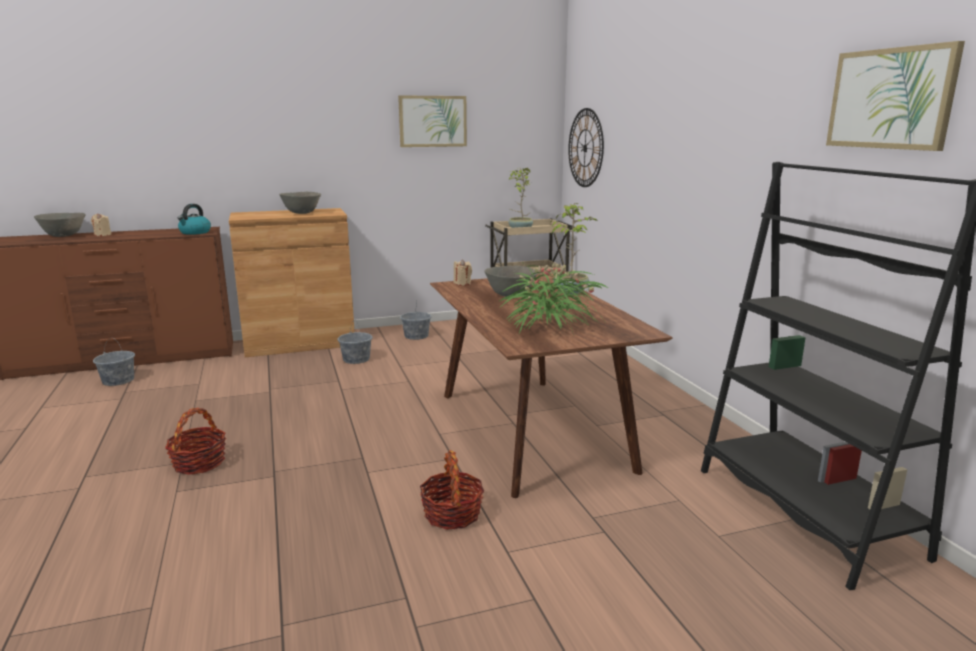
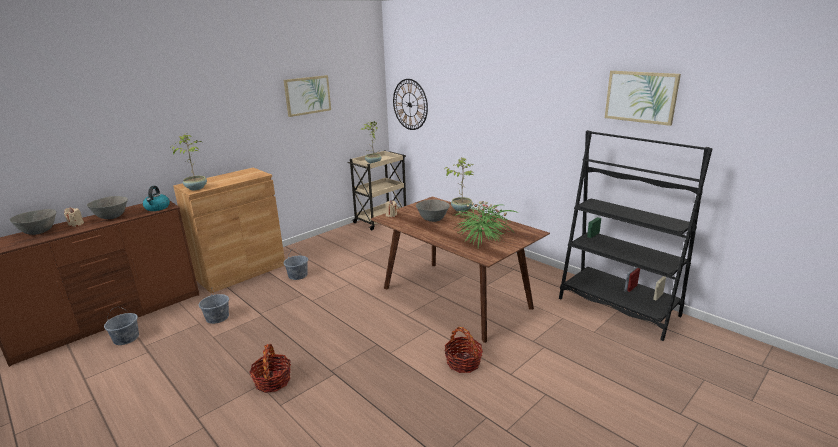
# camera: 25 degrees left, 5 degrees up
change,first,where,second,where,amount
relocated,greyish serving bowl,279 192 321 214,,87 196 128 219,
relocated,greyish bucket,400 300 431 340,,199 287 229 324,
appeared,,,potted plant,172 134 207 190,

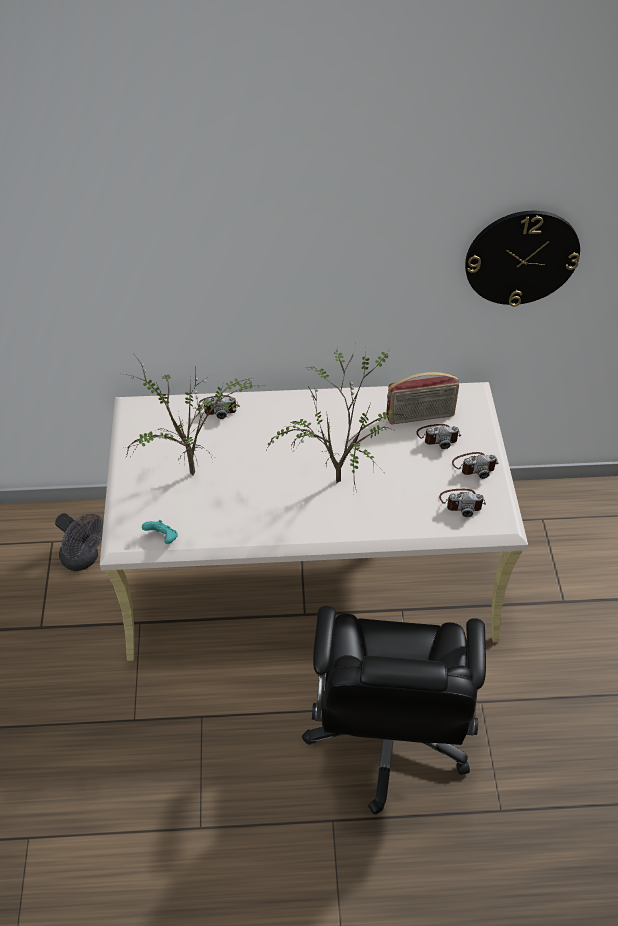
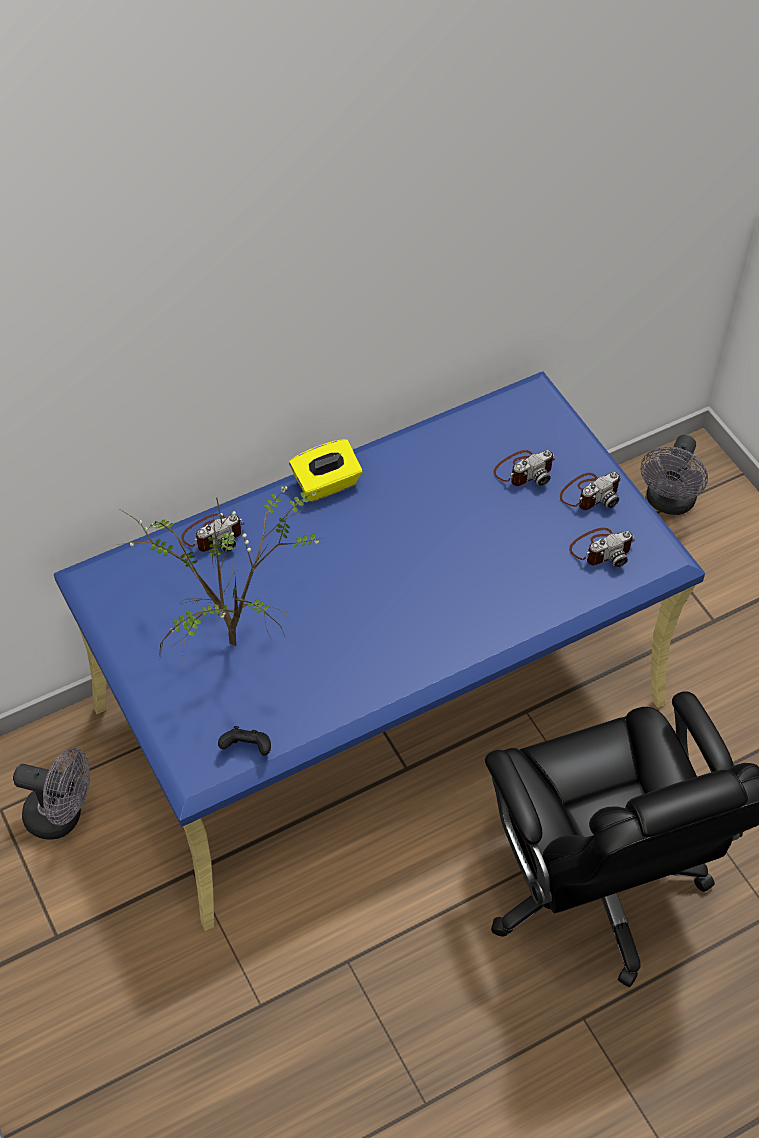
# camera: 25 degrees left, 5 degrees up
change,first,where,second,where,amount
colour,beige desk,100 382 528 661,blue-coloured desk,54 371 705 931,
colour,turquoise-coloured game controller,142 520 178 544,blackish game controller,218 726 271 756,
missing,potted plant,268 344 409 493,,,
missing,radio set,386 372 459 424,,,
missing,hanging clock,465 211 580 307,,,
appeared,,,yellow-coloured tissue holder,289 439 362 502,
appeared,,,greyish fan,641 435 708 515,

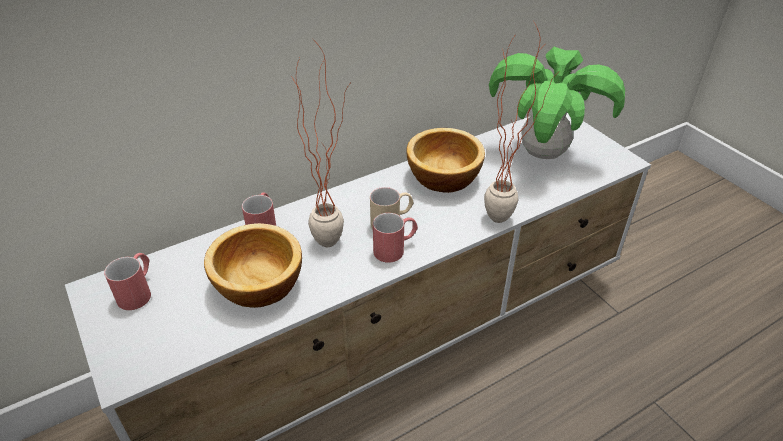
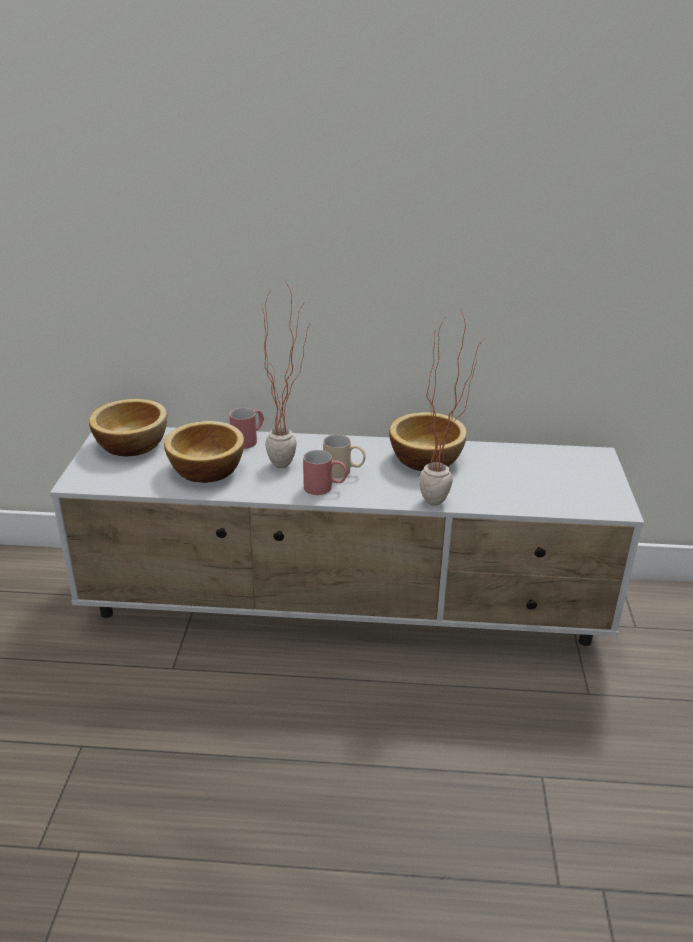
# camera: 35 degrees right, 10 degrees down
change,first,where,second,where,amount
exchanged,red-coloured tea mug,104 253 151 310,serving bowl,89 399 167 456,
missing,potted plant,489 47 625 159,,,

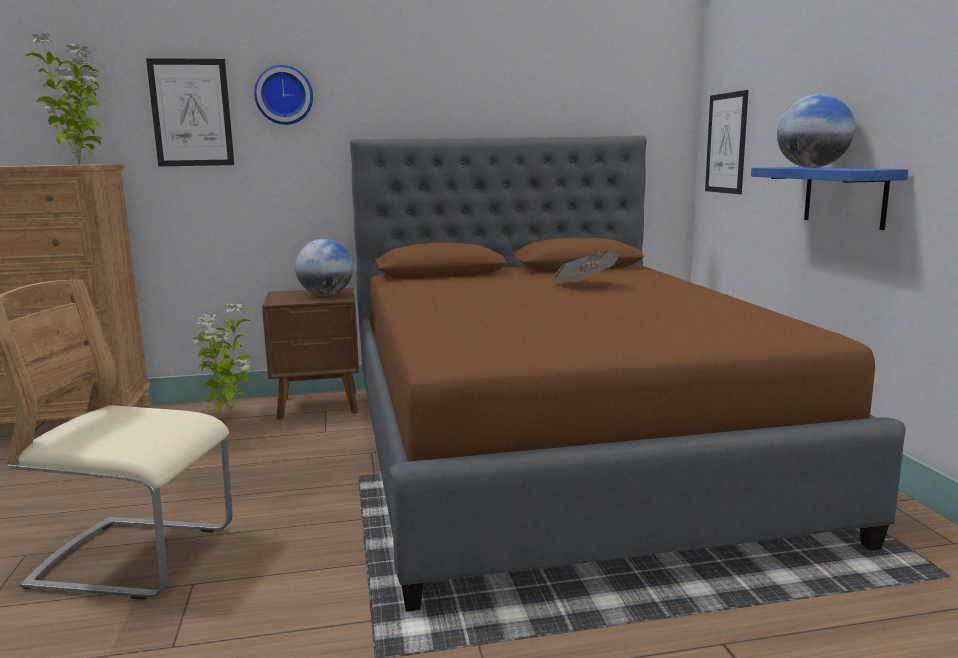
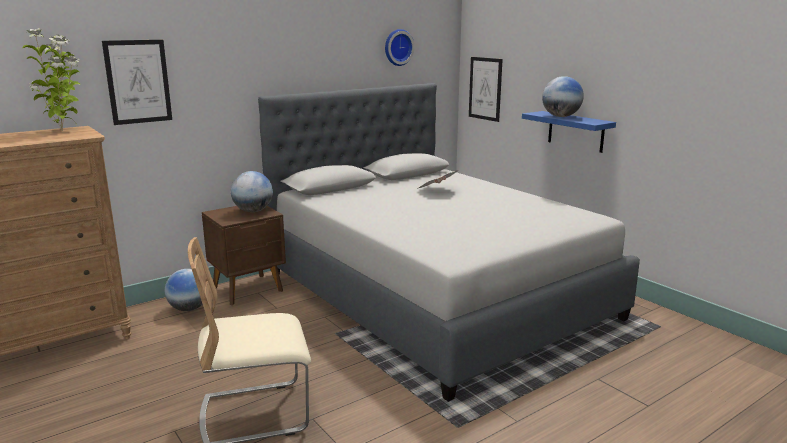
# camera: 25 degrees left, 5 degrees up
change,first,where,second,where,amount
exchanged,potted plant,193 303 251 417,world globe,165 269 203 311,
relocated,hanging clock,254 65 313 125,,385 29 415 66,
colour,brown bed,350 135 906 611,greyish bed,258 83 640 402,

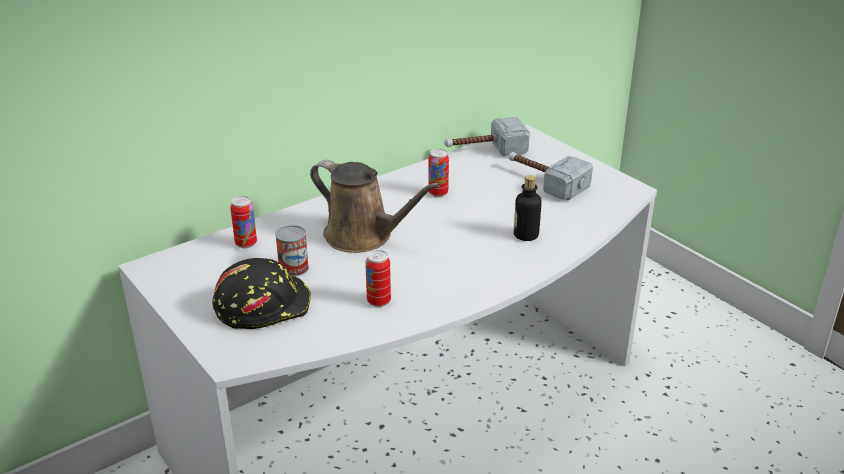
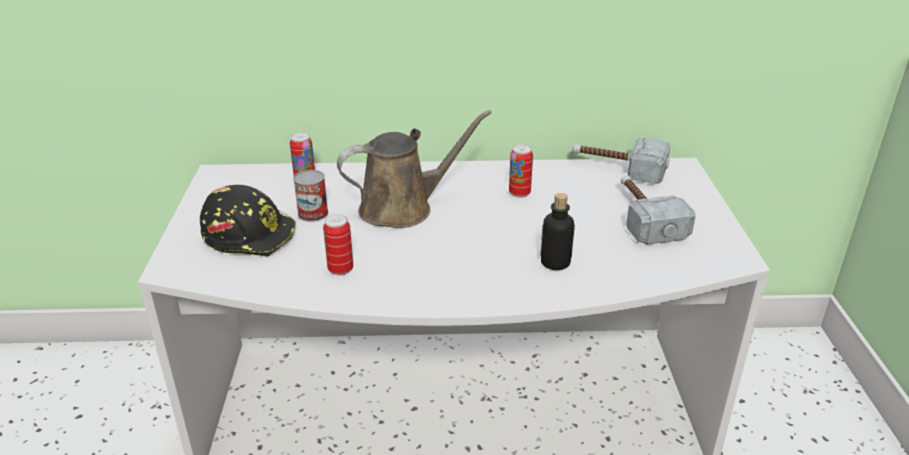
# camera: 35 degrees right, 0 degrees up
change,first,where,second,where,amount
spun,brown sprinkling can,310 160 440 253,,337 110 491 228,90 degrees counterclockwise

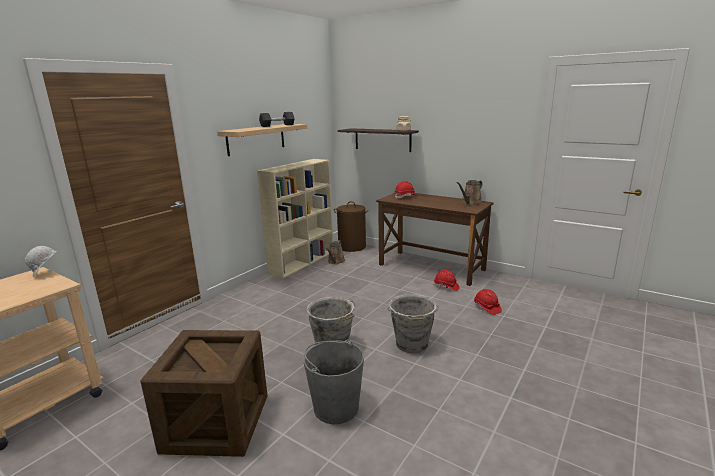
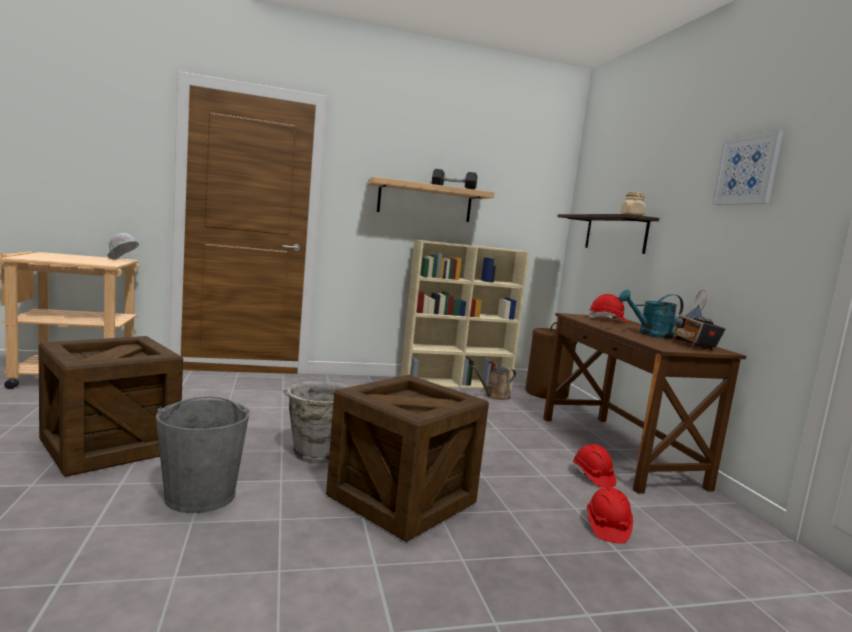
# camera: 40 degrees right, 10 degrees down
change,first,where,second,where,amount
exchanged,greyish bucket,388 294 439 353,crate,326 375 489 542,
exchanged,brown sprinkling can,456 180 483 205,radio set,673 290 726 350,
appeared,,,turquoise-coloured sprinkling can,618 290 683 339,
appeared,,,wall art,712 130 783 205,

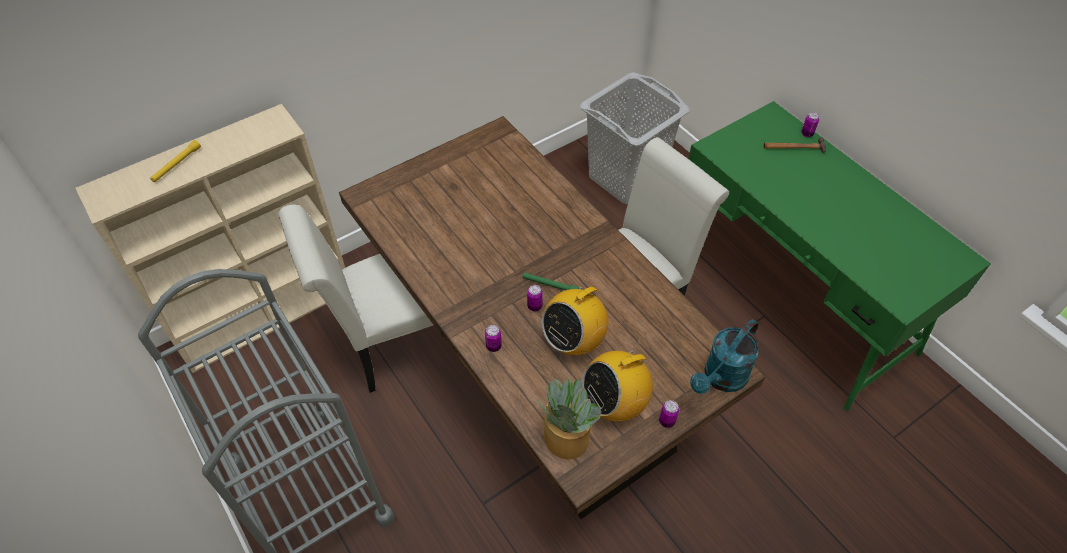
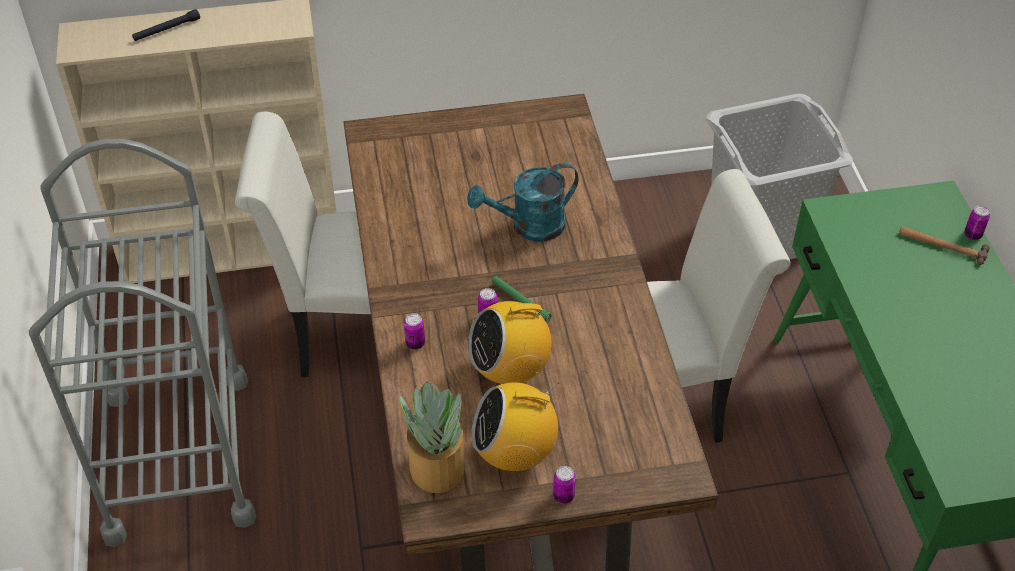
# camera: 25 degrees right, 5 degrees down
change,first,where,second,where,amount
colour,yellow-coloured torch,150 140 201 182,blackish torch,132 9 200 41,
relocated,turquoise-coloured sprinkling can,690 319 759 394,,467 163 578 241,

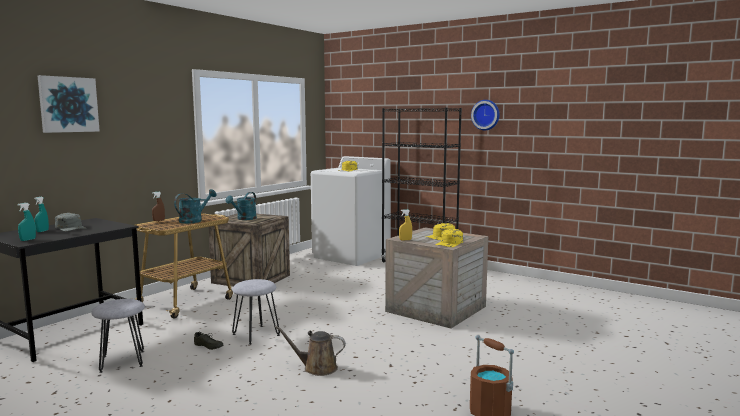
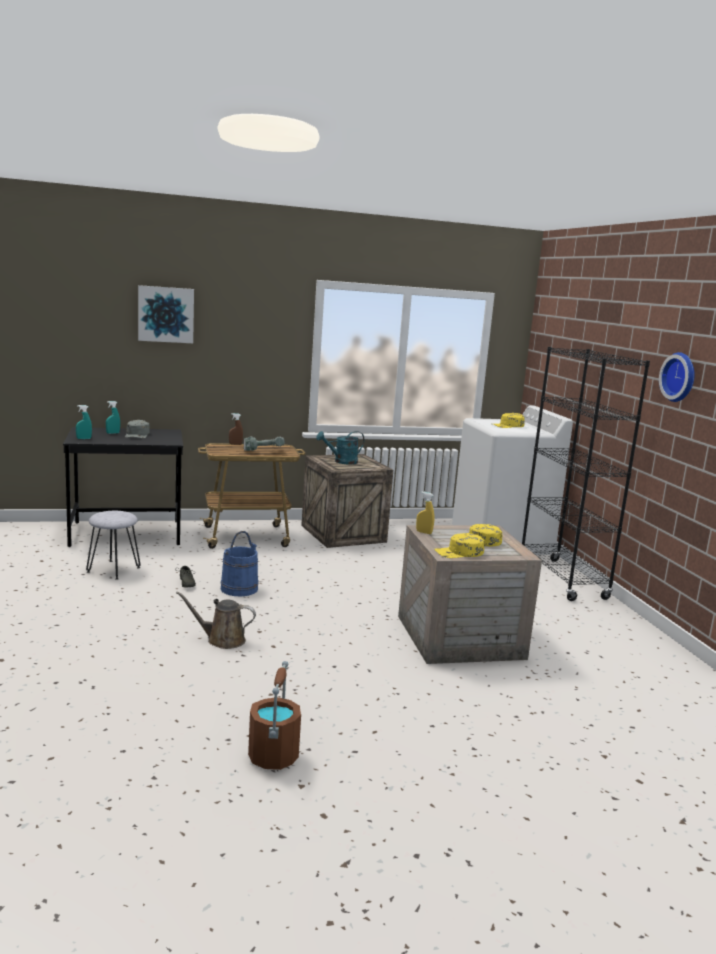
# camera: 40 degrees right, 5 degrees up
change,first,where,second,where,amount
exchanged,turquoise-coloured sprinkling can,174 189 217 224,electric drill,244 436 285 451,
exchanged,greyish sitting stool,232 279 280 345,blue-coloured bucket,221 531 259 596,
spun,brown sprinkling can,275 326 346 376,,176 591 256 649,45 degrees counterclockwise

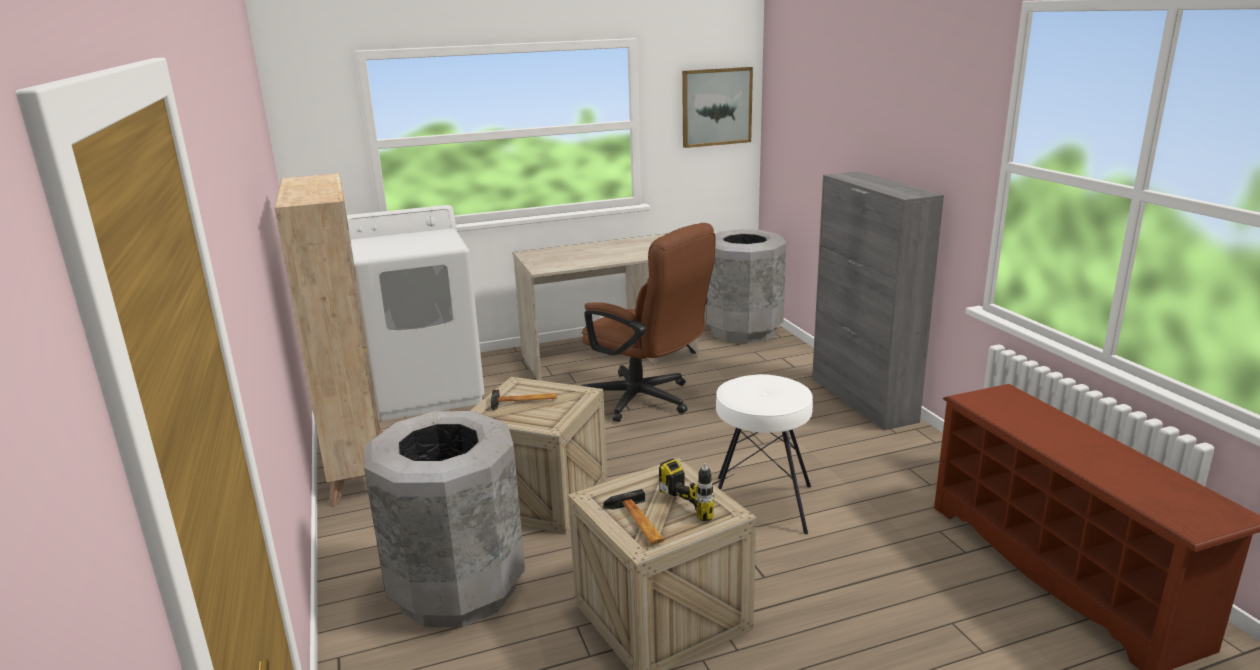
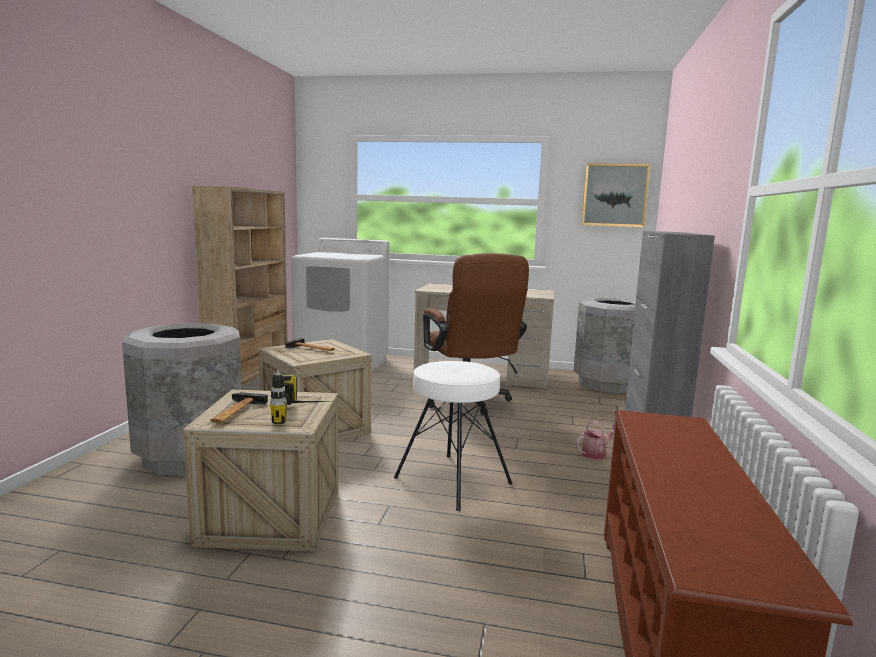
# camera: 30 degrees right, 10 degrees down
change,first,where,second,where,amount
appeared,,,sprinkling can,576 421 615 459,

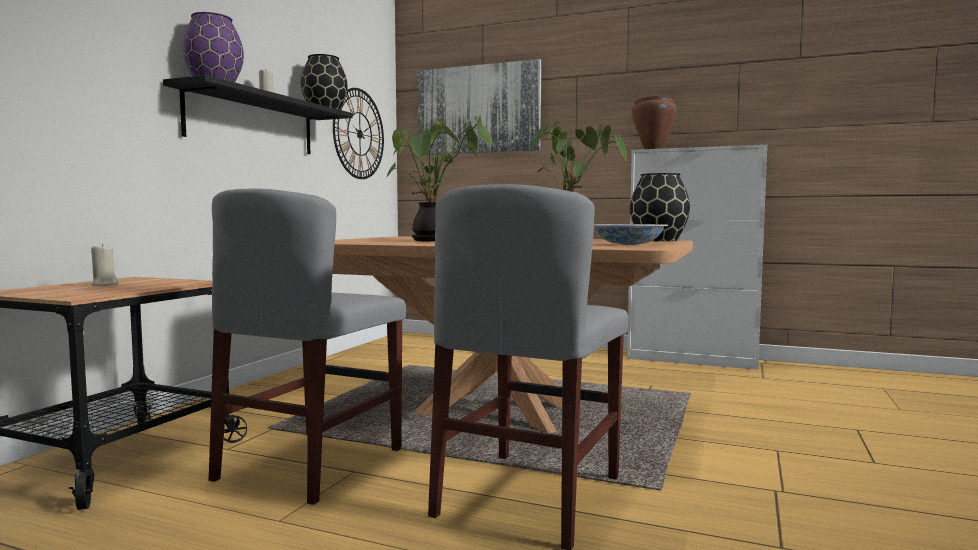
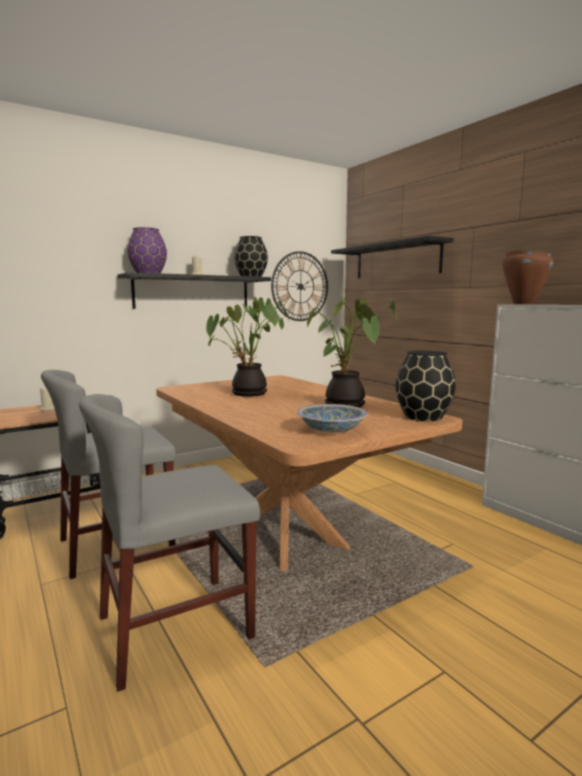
# camera: 35 degrees right, 5 degrees up
change,first,where,second,where,amount
exchanged,wall art,418 59 541 155,blackish shelf,331 235 454 278,

